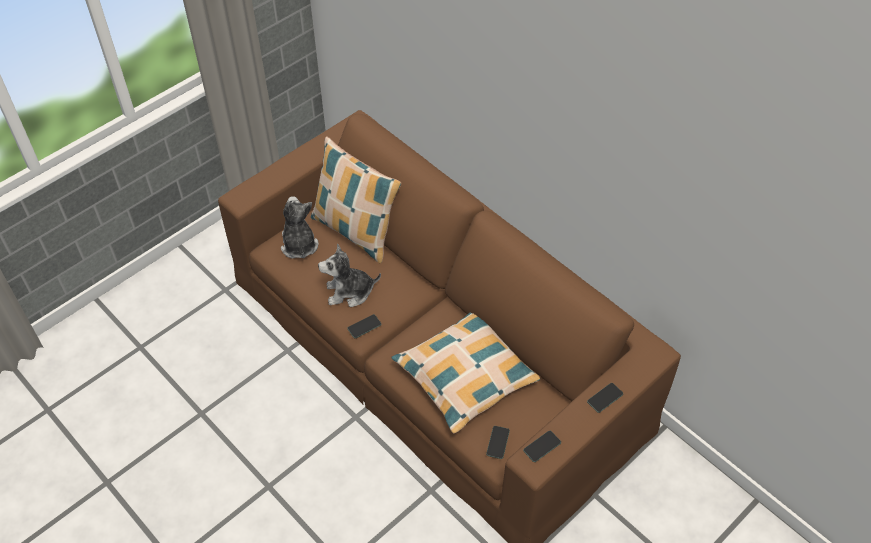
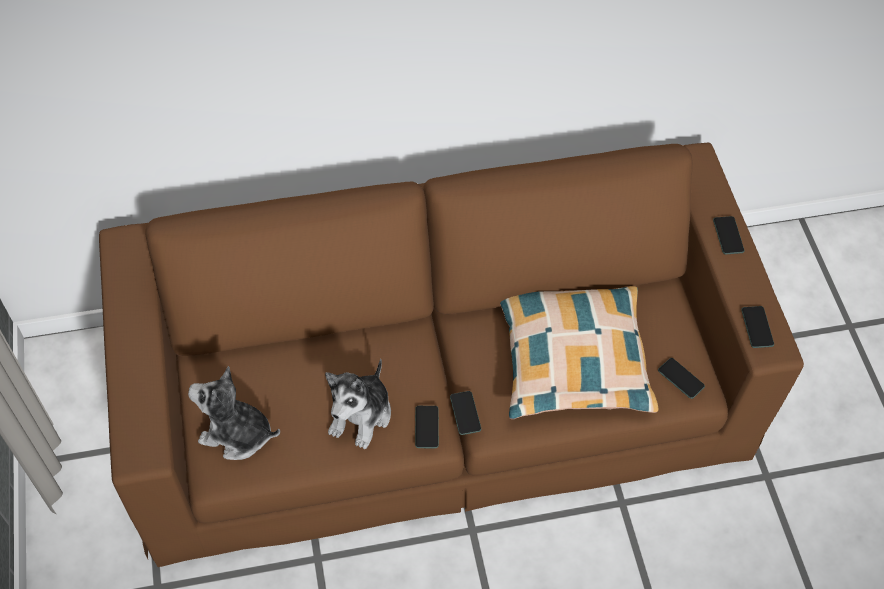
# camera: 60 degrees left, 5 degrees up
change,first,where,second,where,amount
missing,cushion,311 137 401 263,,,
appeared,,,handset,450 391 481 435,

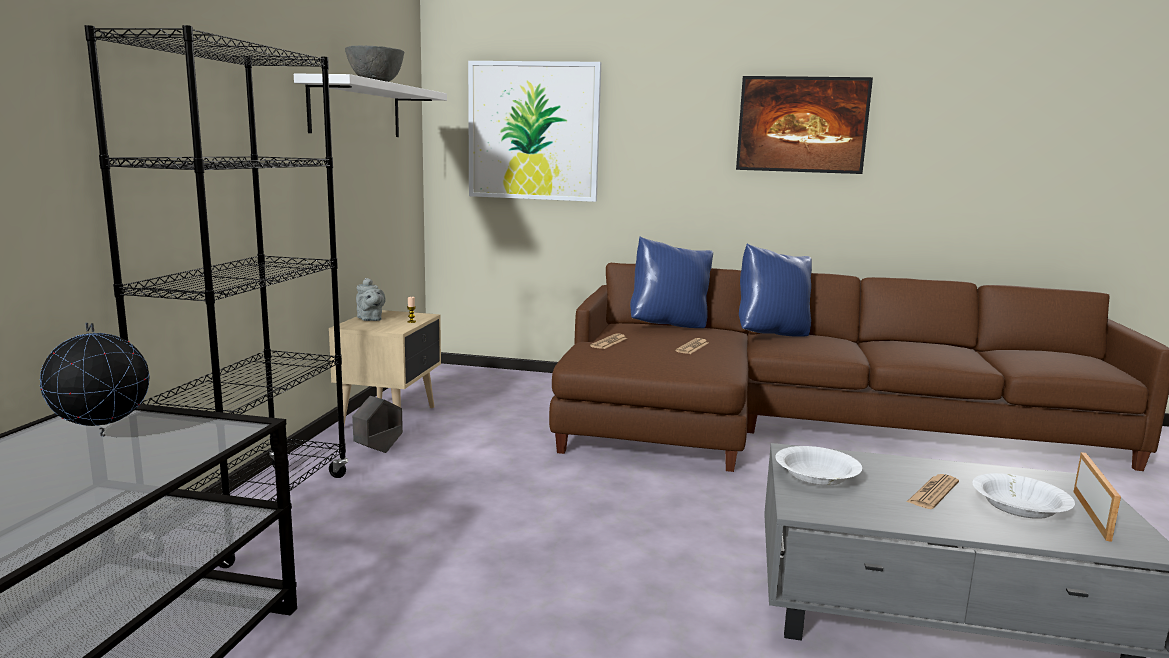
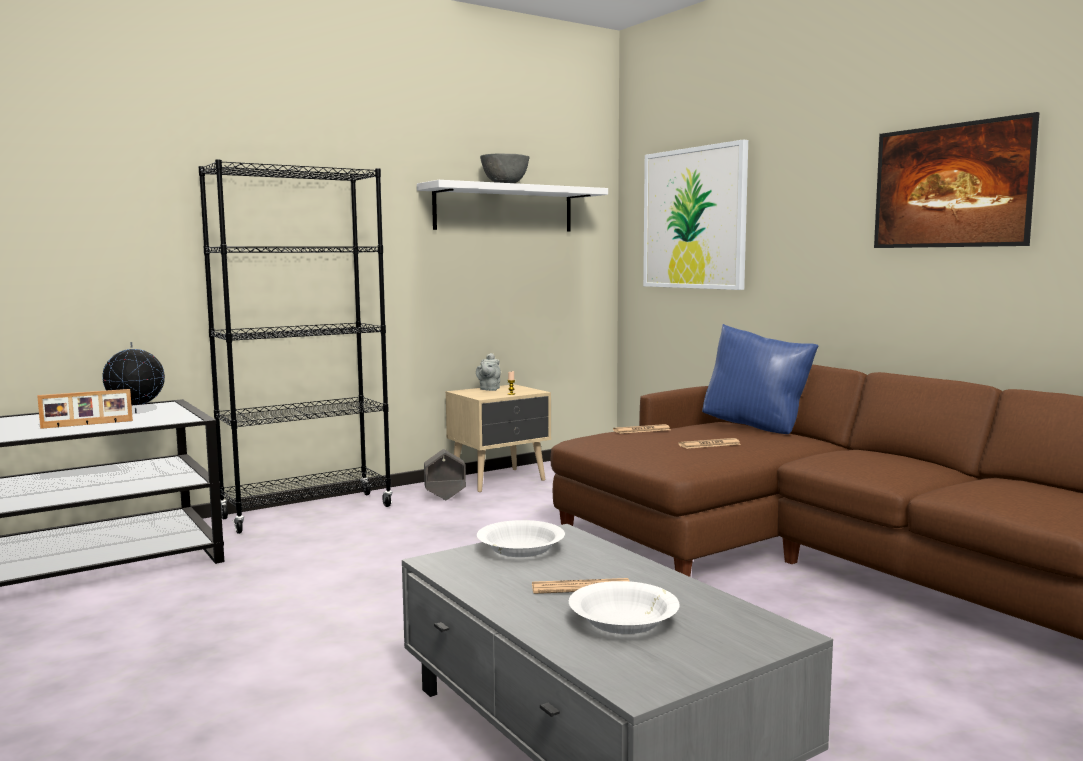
# camera: 45 degrees right, 5 degrees down
change,first,where,second,where,amount
missing,blue-coloured cushion,739 244 812 336,,,
relocated,standing frame,1073 452 1121 542,,37 389 133 429,

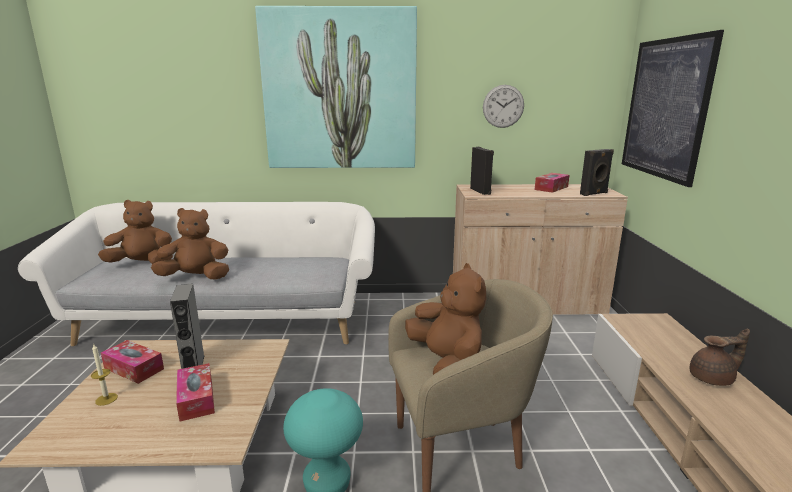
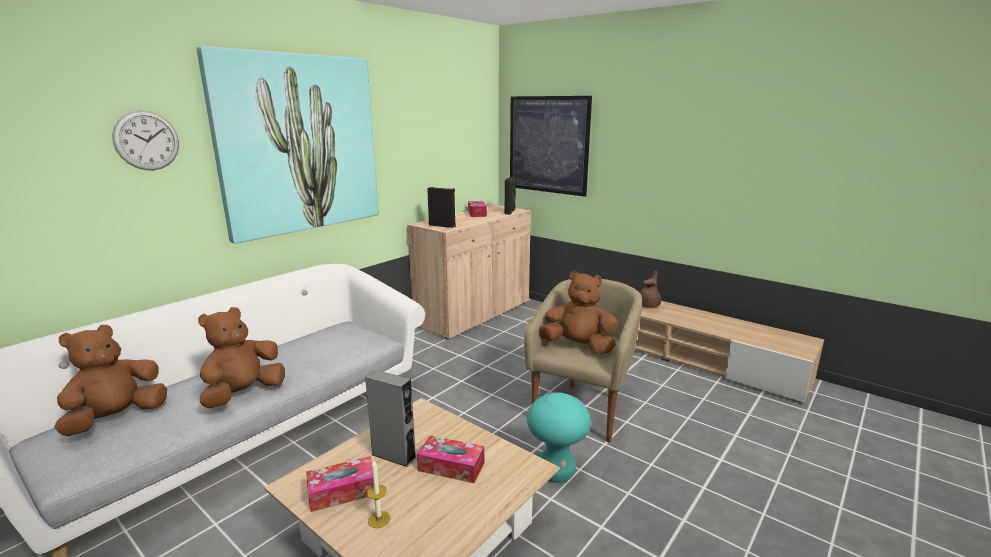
# camera: 50 degrees left, 0 degrees up
change,first,where,second,where,amount
relocated,hanging clock,483 85 524 128,,112 110 179 170,

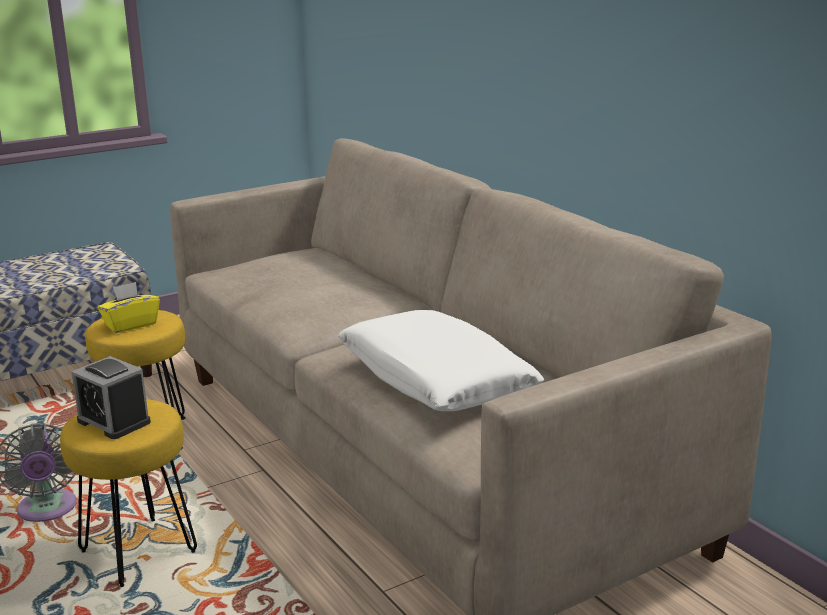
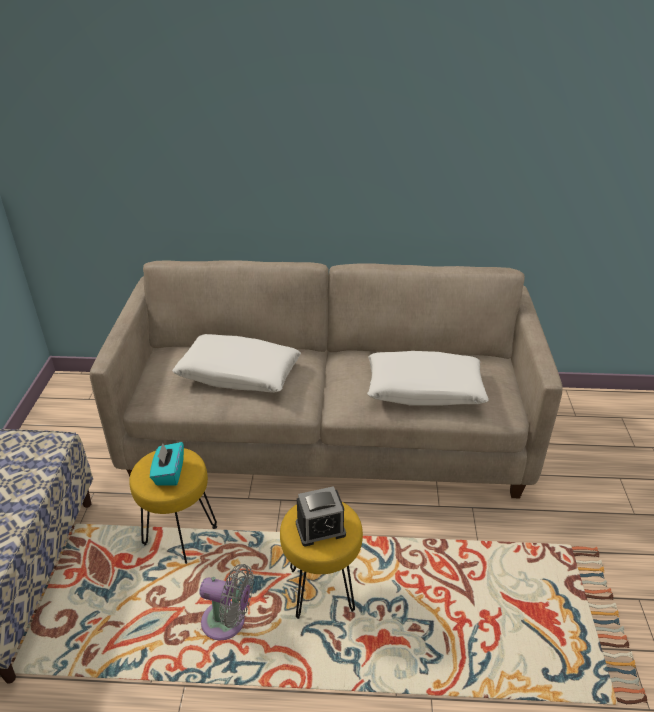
# camera: 55 degrees left, 15 degrees up
change,first,where,second,where,amount
colour,yellow-coloured tissue holder,98 282 160 333,turquoise-coloured tissue holder,150 442 184 485,
appeared,,,white-coloured cushion,172 334 301 393,

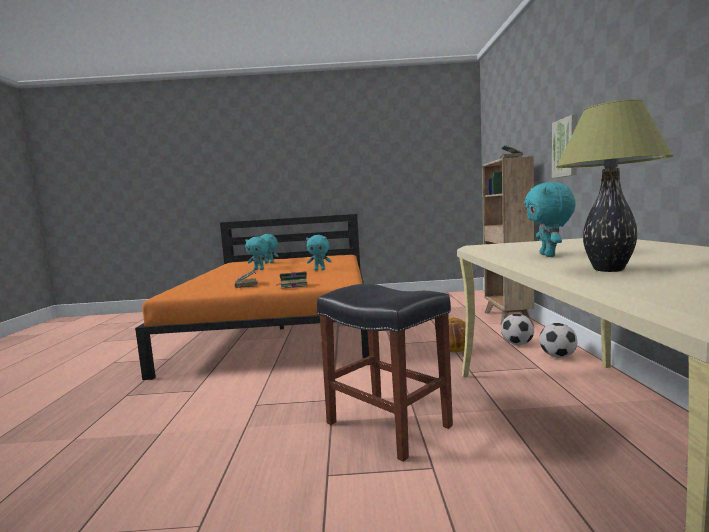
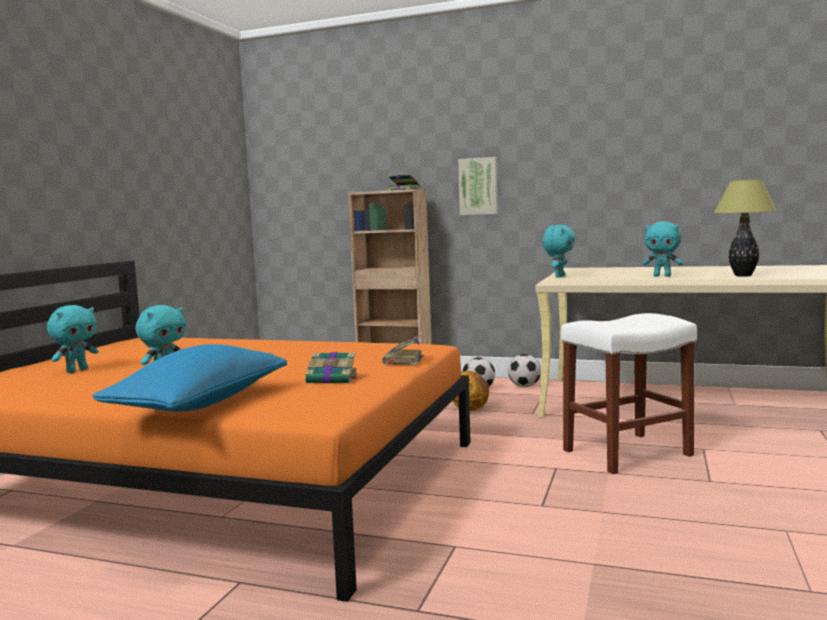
# camera: 70 degrees left, 0 degrees up
change,first,where,second,where,amount
relocated,turquoise-coloured soft toy,306 235 332 271,,542 225 575 277,
colour,blackish sitting stool,317 284 453 462,white-coloured sitting stool,561 313 697 474,
appeared,,,blue-coloured cushion,92 344 287 411,

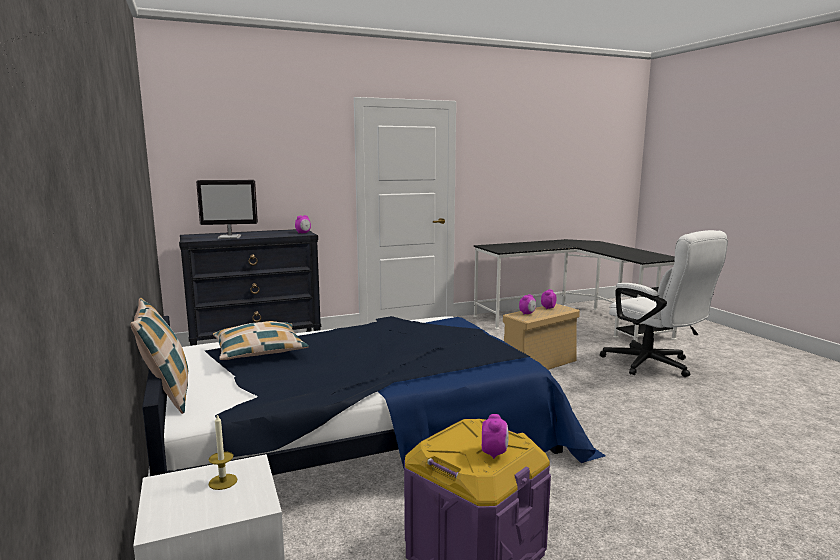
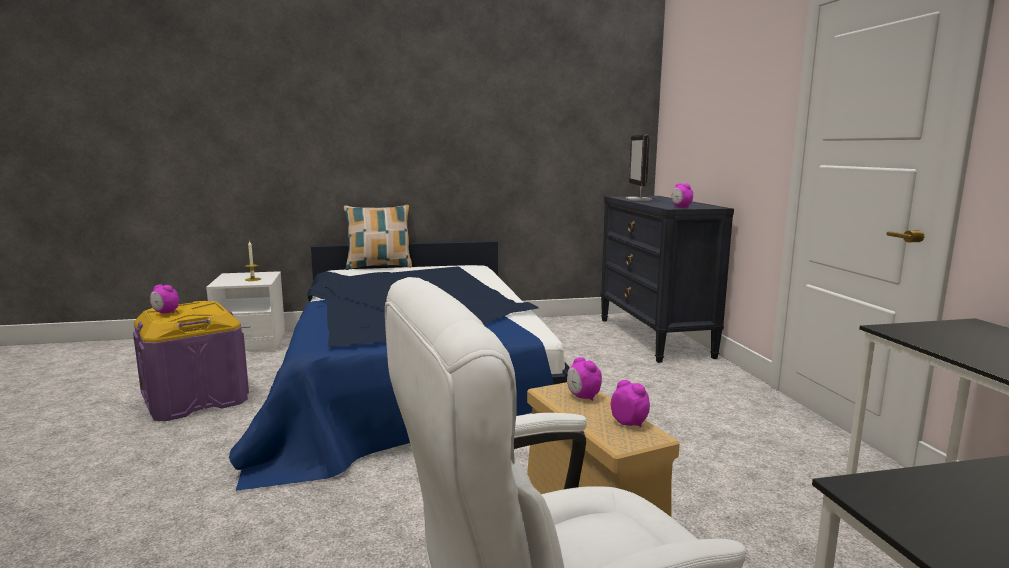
# camera: 100 degrees right, 0 degrees up
change,first,where,second,where,amount
missing,cushion,213 321 309 360,,,

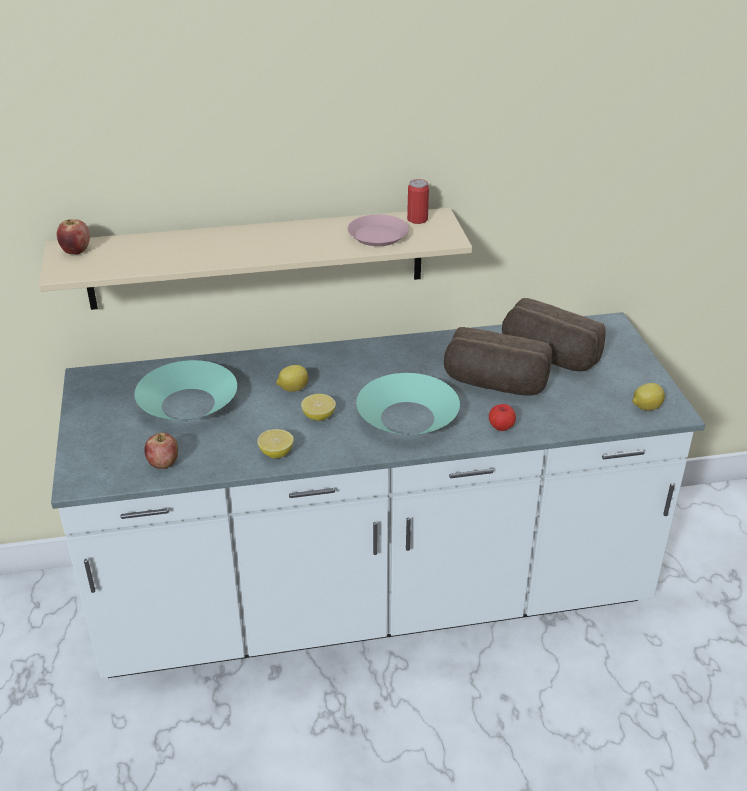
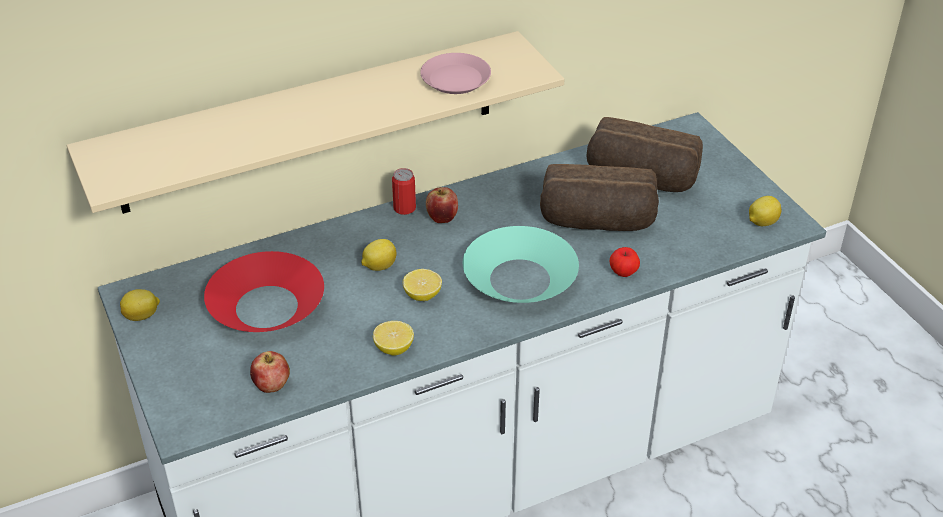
# camera: 15 degrees left, 5 degrees up
change,first,where,second,where,amount
relocated,whole apple,57 219 90 255,,426 187 458 223,
colour,turquoise-coloured serving bowl,135 360 237 420,red-coloured serving bowl,204 251 324 332,
relocated,sealed can,407 179 429 224,,392 168 416 215,
appeared,,,lemon,120 289 160 321,

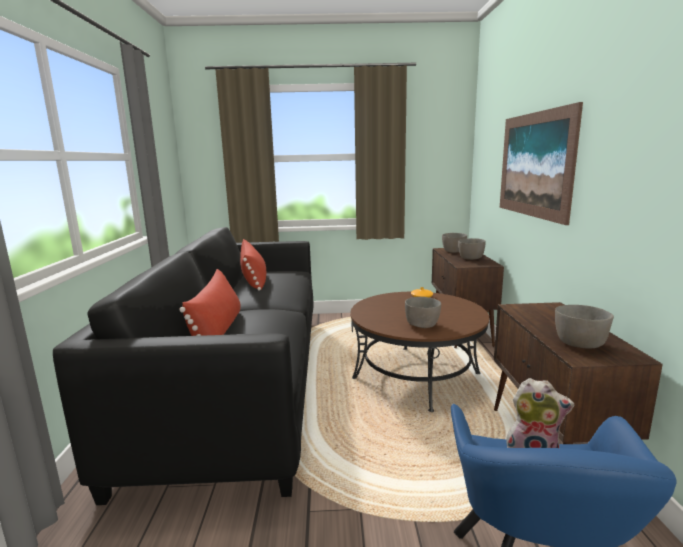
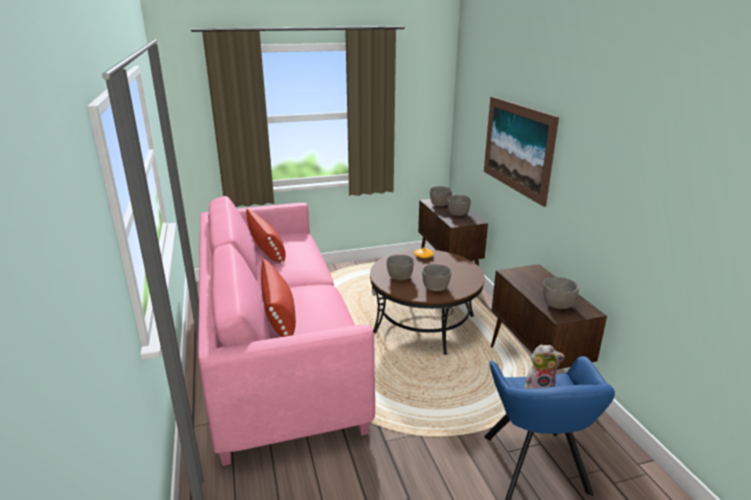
# camera: 15 degrees left, 10 degrees up
change,first,where,second,where,amount
colour,blackish settee,53 227 313 505,pinkish settee,198 196 375 466,
appeared,,,greyish serving bowl,387 255 414 280,

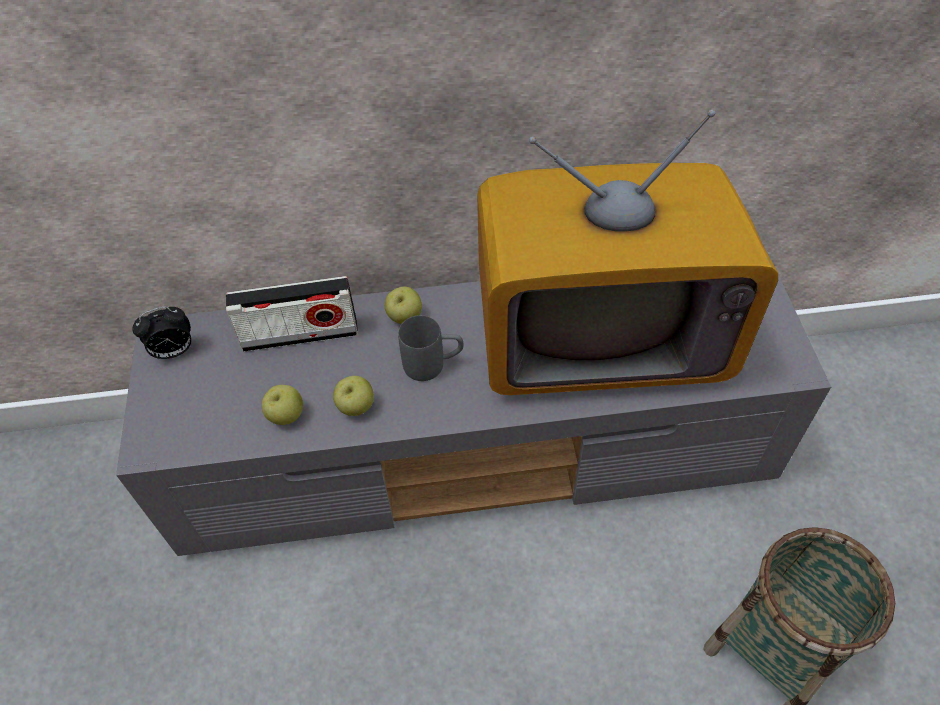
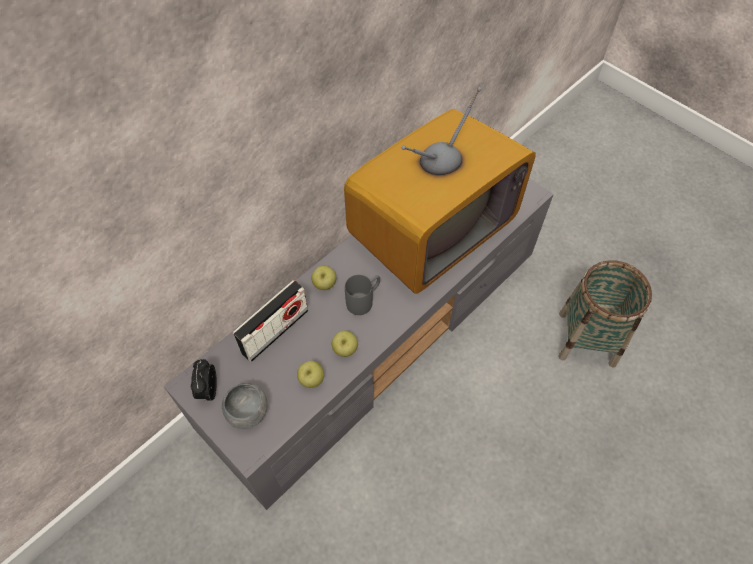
# camera: 40 degrees left, 5 degrees up
change,first,where,second,where,amount
spun,alarm clock,132 307 192 359,,191 359 217 402,150 degrees clockwise
appeared,,,greyish serving bowl,222 383 268 429,

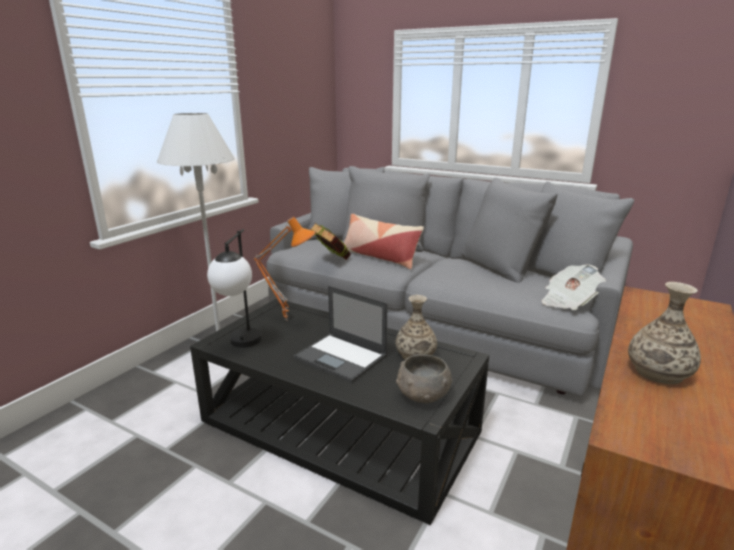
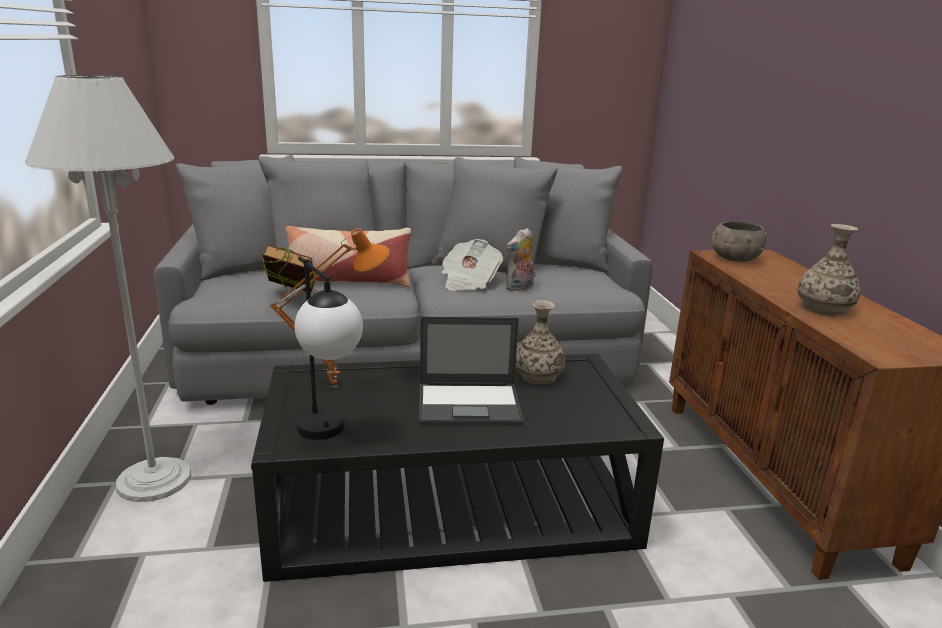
# camera: 40 degrees left, 0 degrees up
change,first,where,second,where,amount
relocated,greyish serving bowl,396 354 452 403,,711 221 767 262,
relocated,printed paper,542 265 606 310,,442 239 503 291,
appeared,,,soft toy,506 228 534 291,

